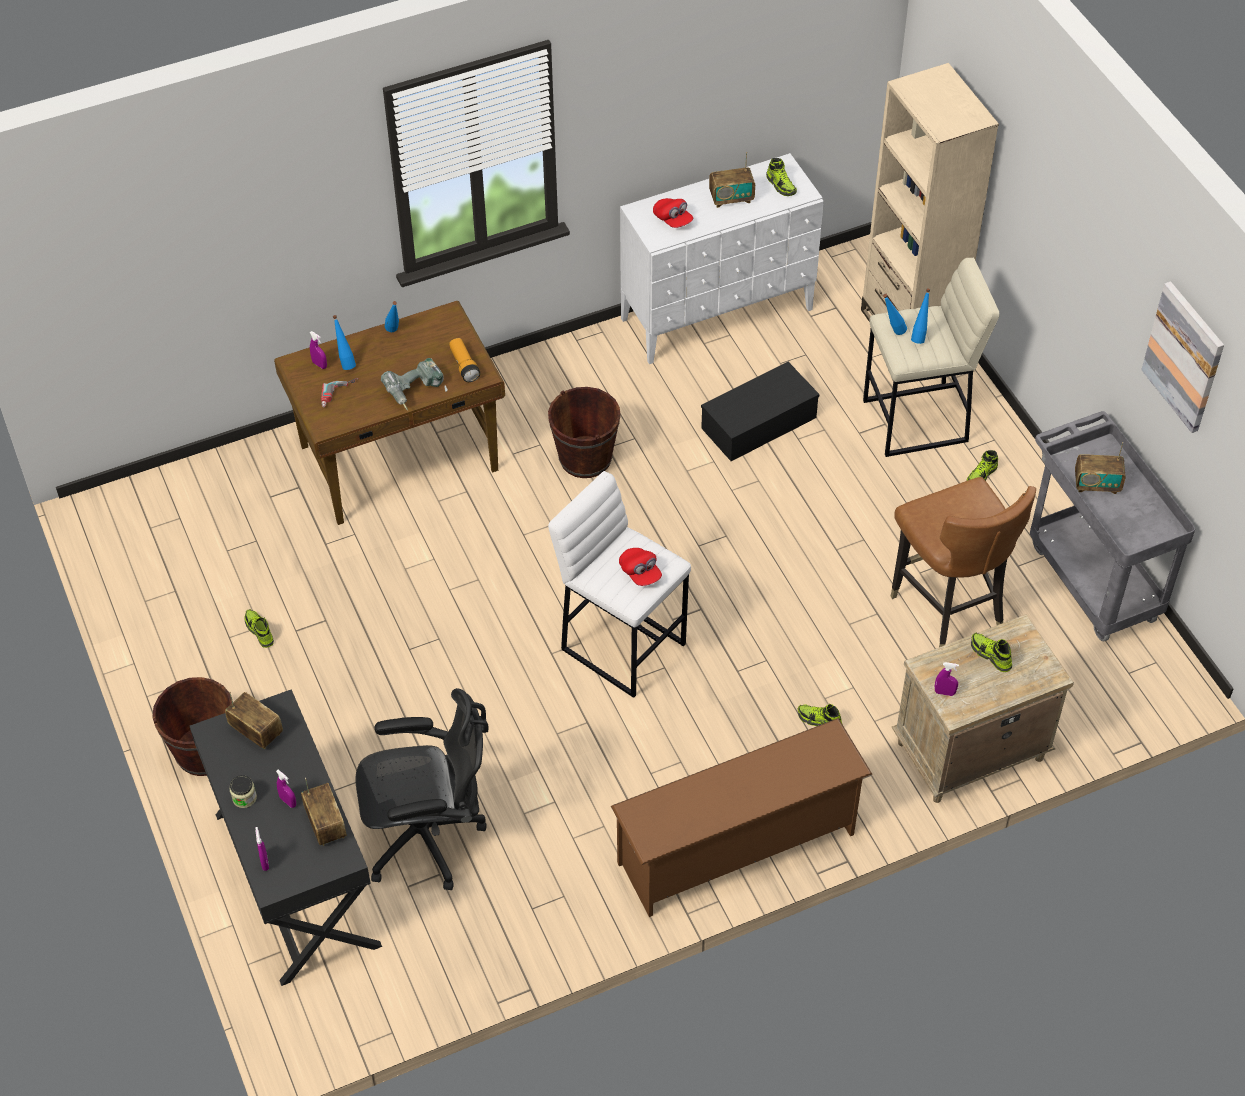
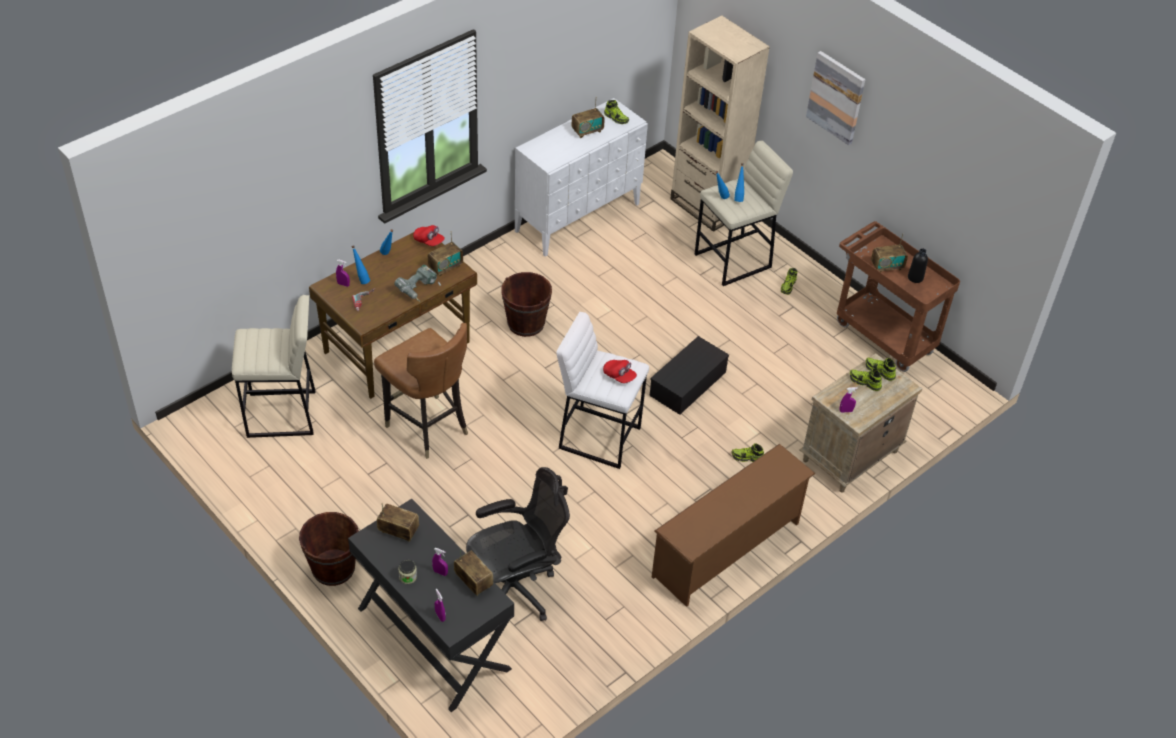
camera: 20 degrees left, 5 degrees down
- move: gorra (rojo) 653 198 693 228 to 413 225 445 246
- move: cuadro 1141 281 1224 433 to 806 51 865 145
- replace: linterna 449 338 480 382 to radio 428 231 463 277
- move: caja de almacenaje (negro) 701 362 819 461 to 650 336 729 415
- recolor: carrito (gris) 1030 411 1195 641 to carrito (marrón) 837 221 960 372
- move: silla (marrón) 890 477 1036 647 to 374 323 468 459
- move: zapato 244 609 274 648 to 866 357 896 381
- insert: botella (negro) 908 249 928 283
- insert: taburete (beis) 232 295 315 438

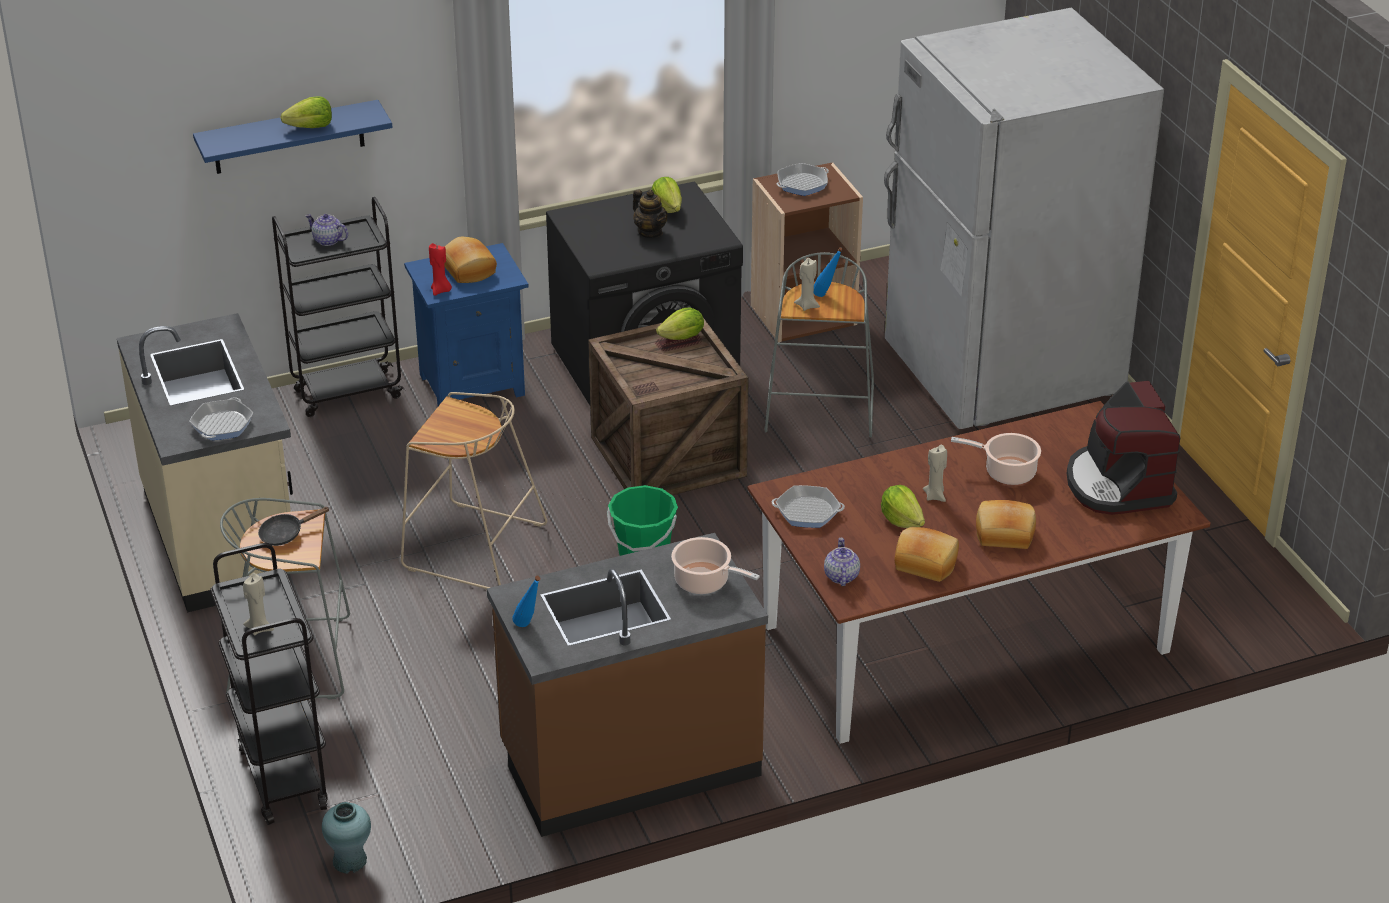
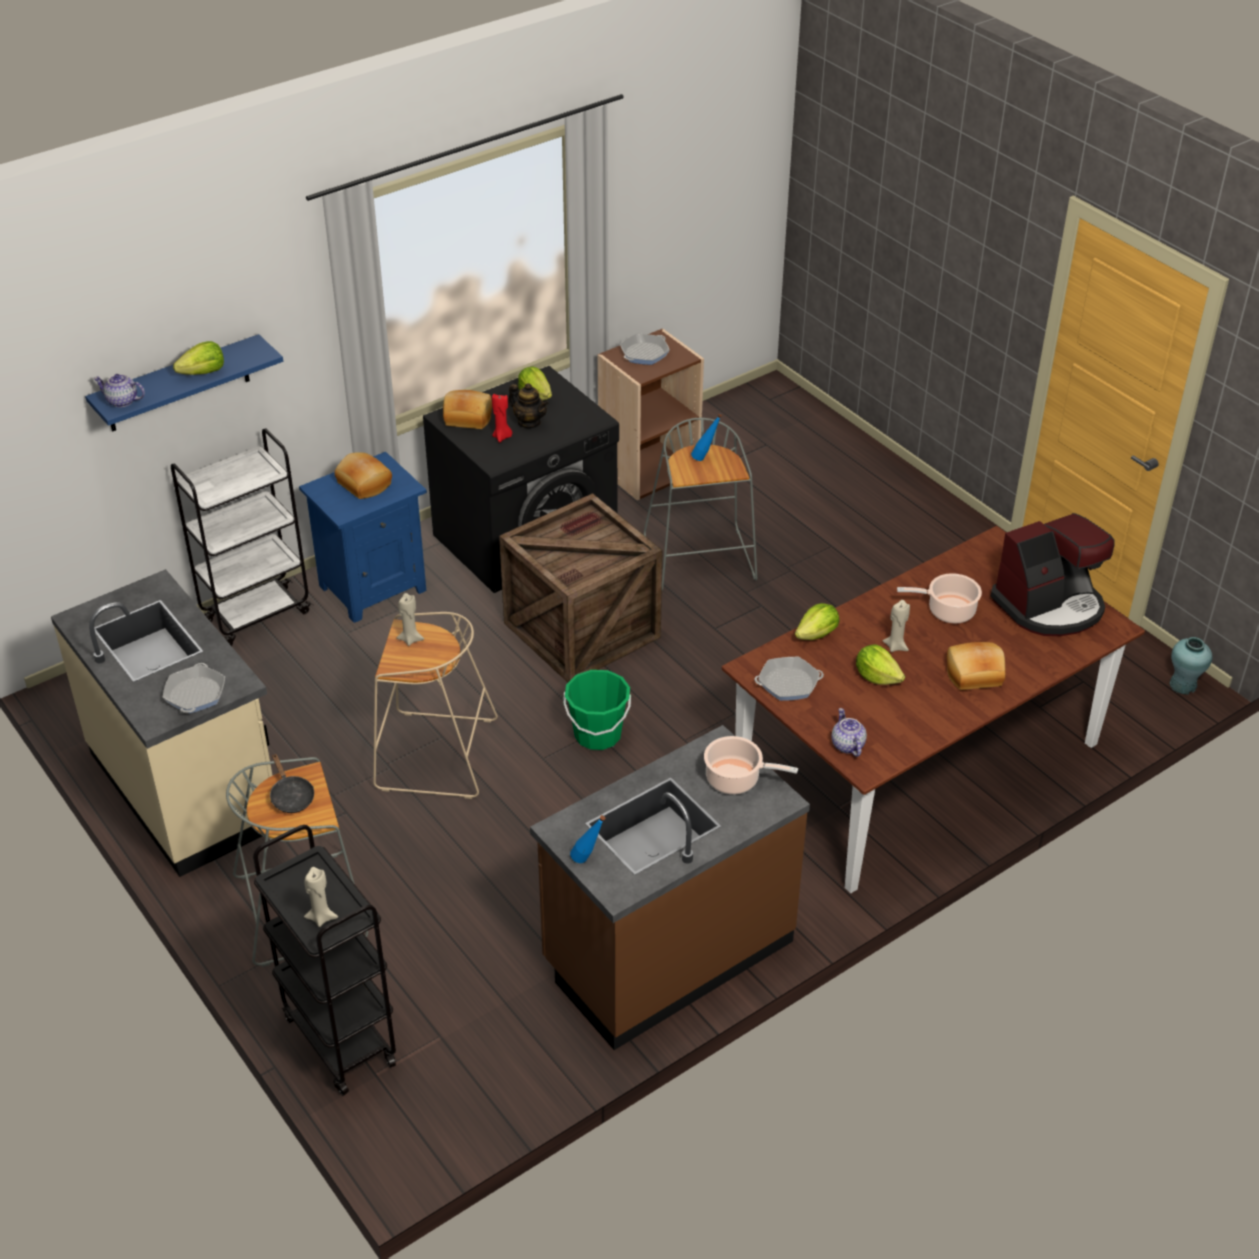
camera: 15 degrees left, 5 degrees up
- delete: nevera (blanco) 884 8 1164 429
- recolor: carrito (negro) 272 197 406 417 to carrito (blanco) 171 428 313 646
- move: tetera 305 214 348 246 to 93 374 145 407
- move: vela (rojo) 429 243 452 296 to 492 393 512 443
- move: vela (beis) 794 258 820 311 to 397 593 424 646
- move: lechuga 656 308 704 340 to 795 603 839 640
- rotate: cafetera 1067 381 1180 515 = 990 513 1114 636 90 degrees counterclockwise
- rotate: sartén (negro) 258 507 330 546 = 270 753 314 813 75 degrees counterclockwise
- move: pan 894 527 959 582 to 443 390 492 429
- move: florero (turquesa) 322 802 371 874 to 1170 637 1213 695

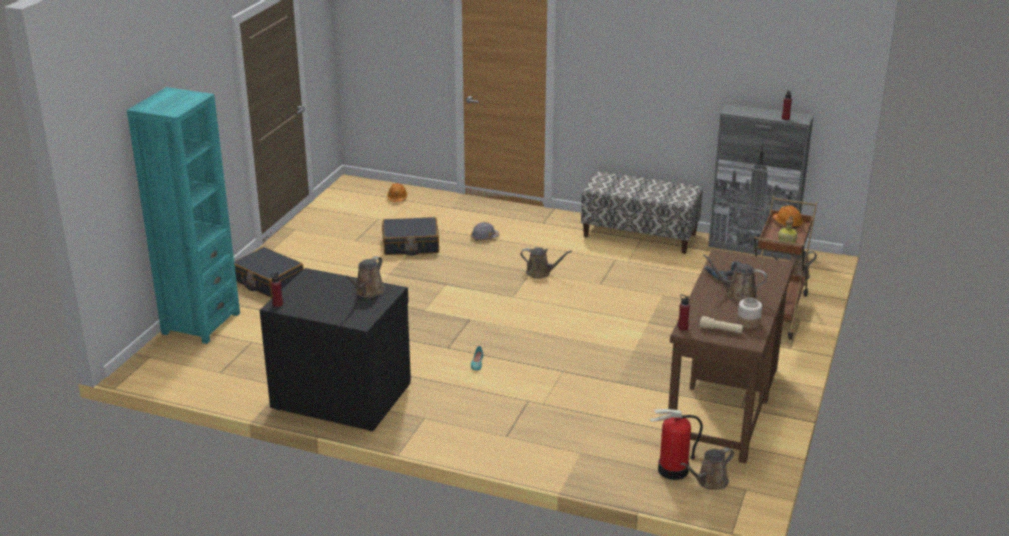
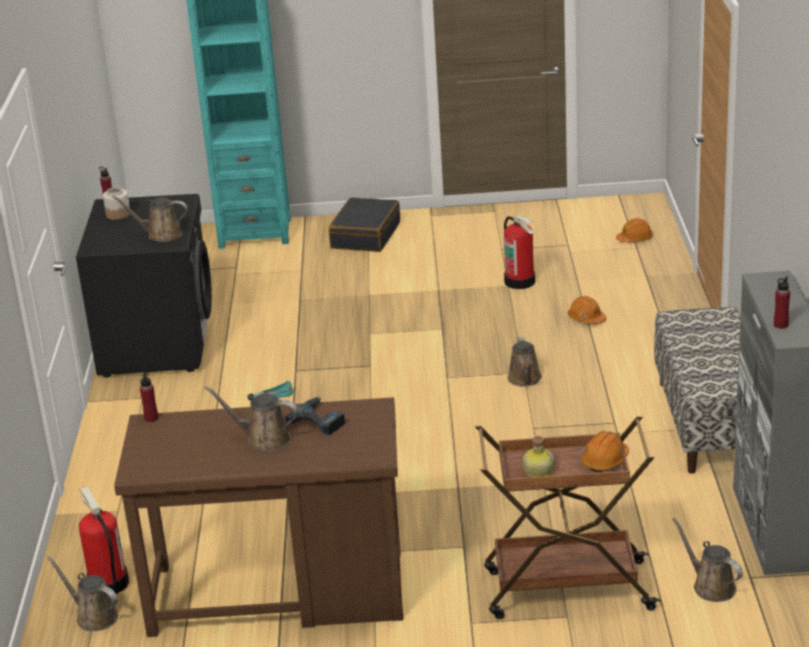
camera: 70 degrees right, 0 degrees up
- replace: maleta (negro) 382 217 439 256 to extintor 504 215 535 289
- recolor: casco (gris) 471 222 499 241 to casco (naranja) 568 296 606 325
- rotate: regadera (marrón) 703 254 767 302 = 204 386 298 452 75 degrees counterclockwise
- move: tarro 737 298 762 329 to 103 187 130 220
- delete: linterna (beis) 700 316 743 334

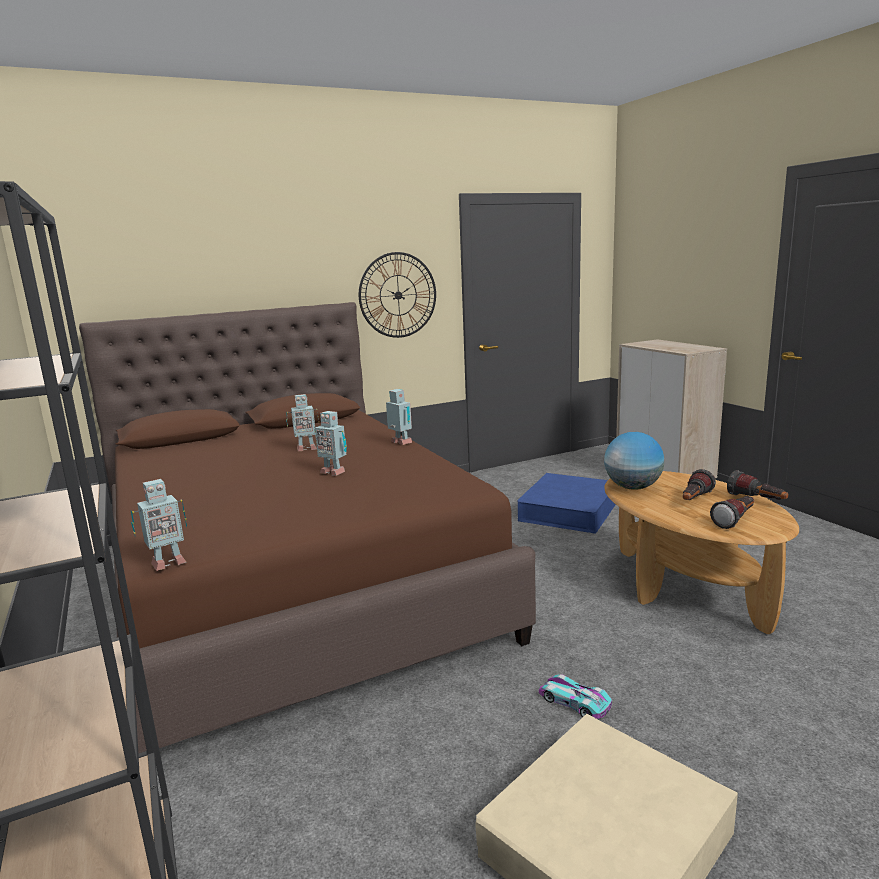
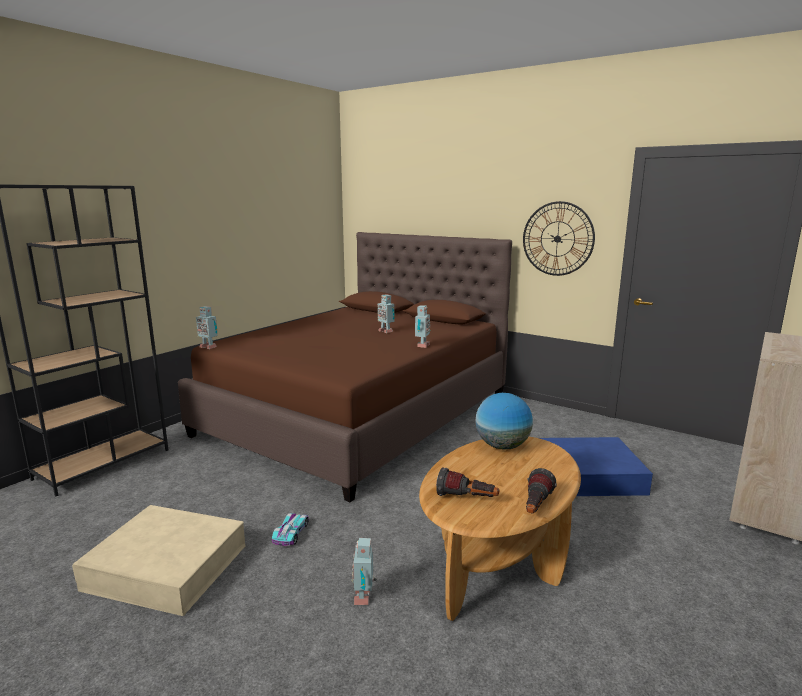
camera: 60 degrees right, 0 degrees up
- move: robot de juguete 315 411 347 476 to 351 538 376 605
- delete: linterna 683 469 716 500

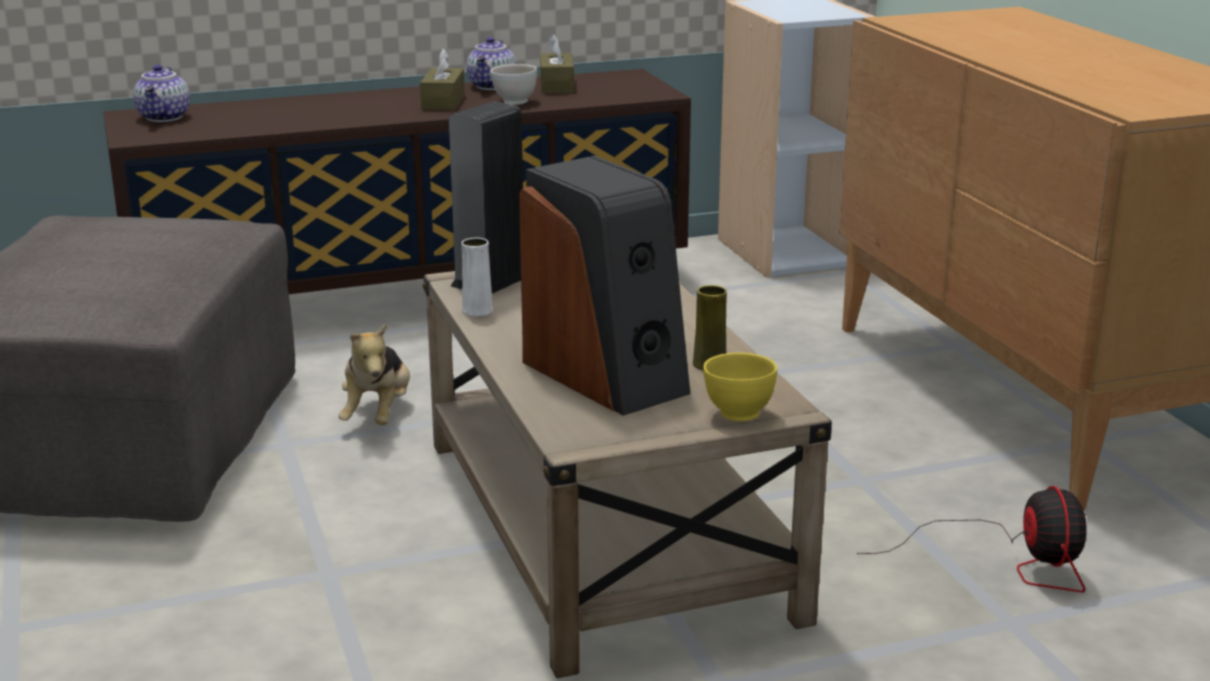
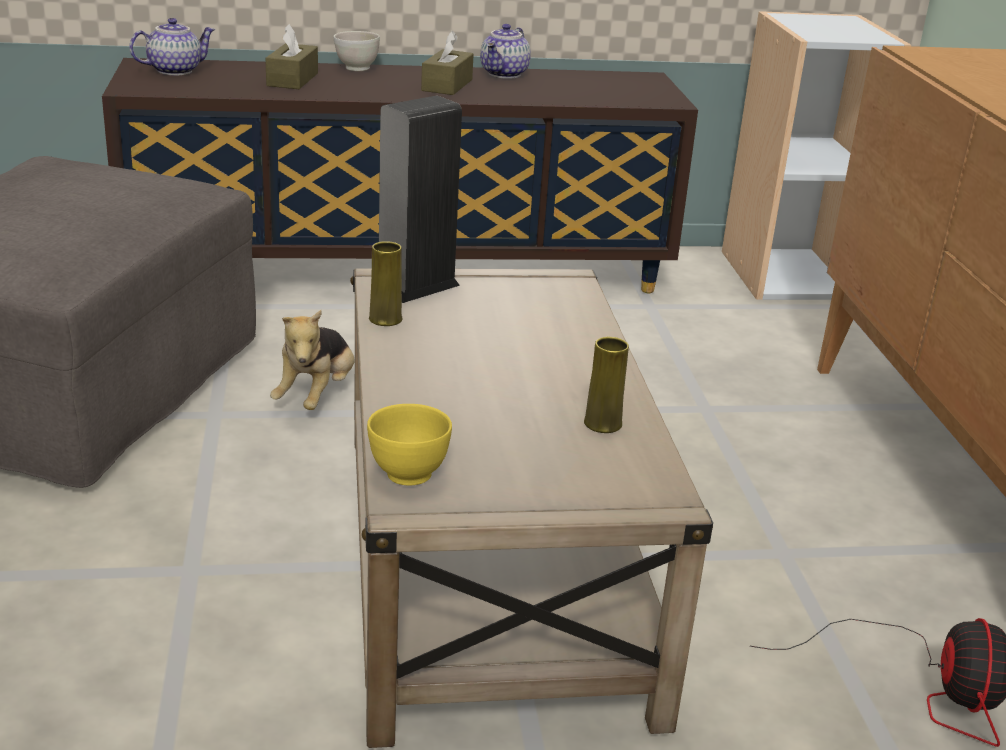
camera: 10 degrees right, 5 degrees up
- move: caja de pañuelos (marrón) 540 34 574 94 to 265 24 318 89
- rotate: tetera 133 64 190 122 = 129 18 216 75 135 degrees counterclockwise
- move: cuenco (blanco) 490 64 537 105 to 333 31 380 71
- delete: altavoz 519 155 690 416
- recolor: florero (blanco) 461 238 493 317 to florero (amarillo) 369 241 403 326
- move: cuenco (amarillo) 703 352 777 421 to 367 404 452 485

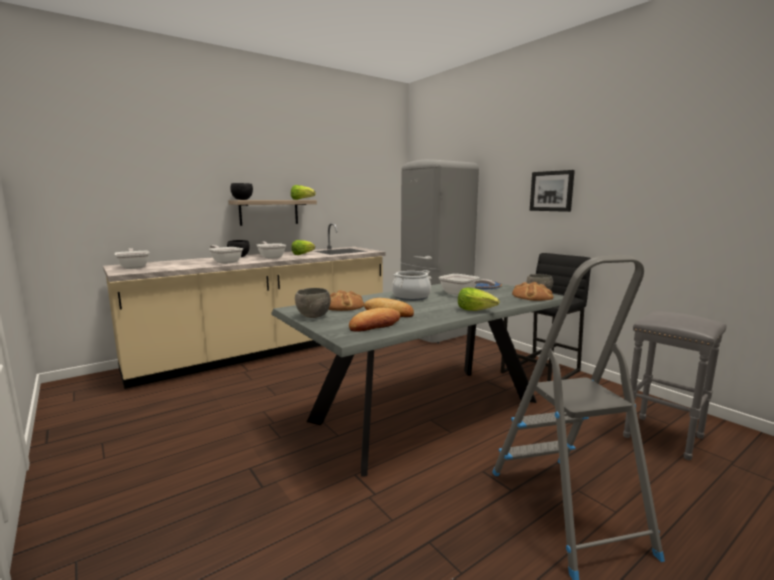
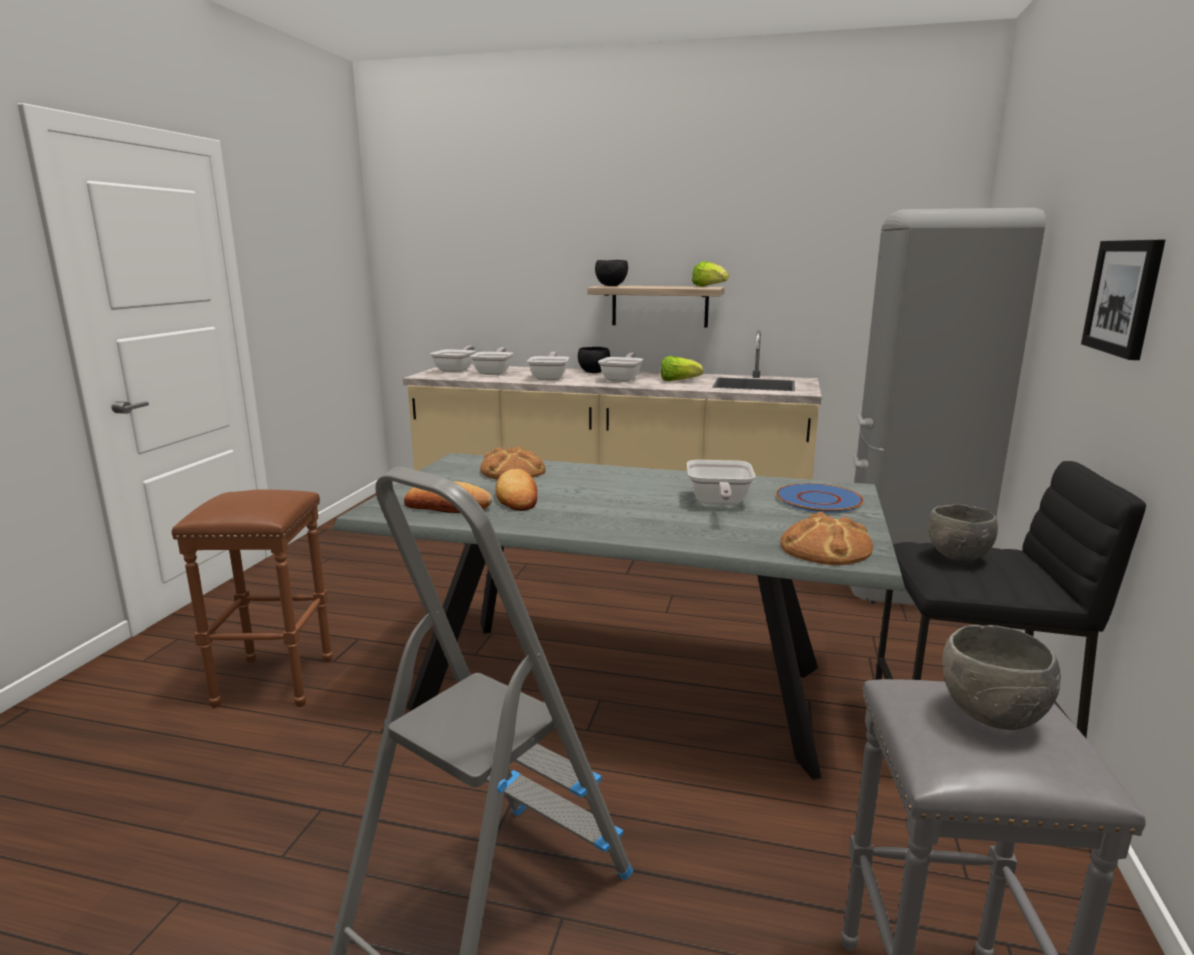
camera: 50 degrees right, 5 degrees up
- delete: olla 392 270 431 301
- delete: lechuga 458 287 499 311
- move: cuenco (gris) 295 288 331 318 to 942 625 1061 730
- insert: sartén 470 348 513 375
- insert: taburete (marrón) 172 489 333 708

